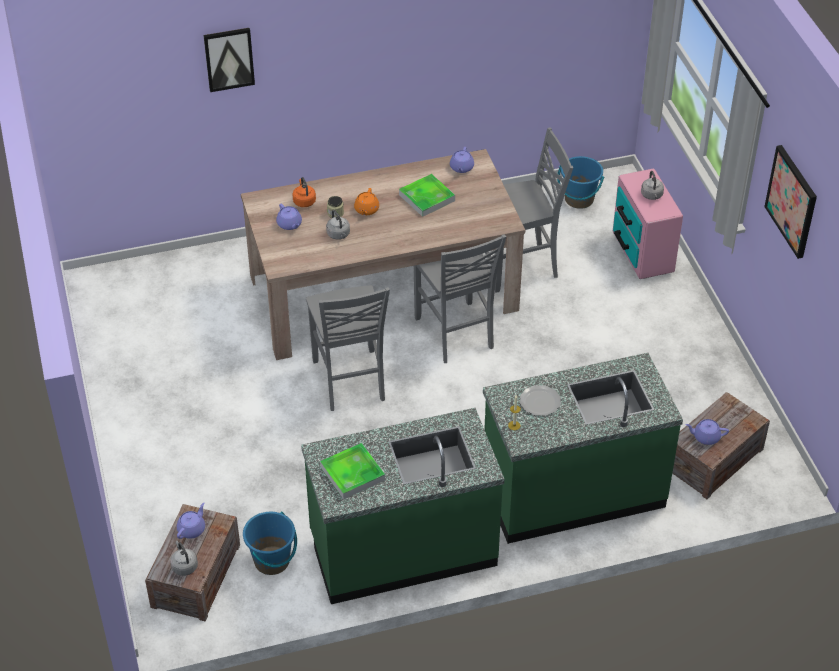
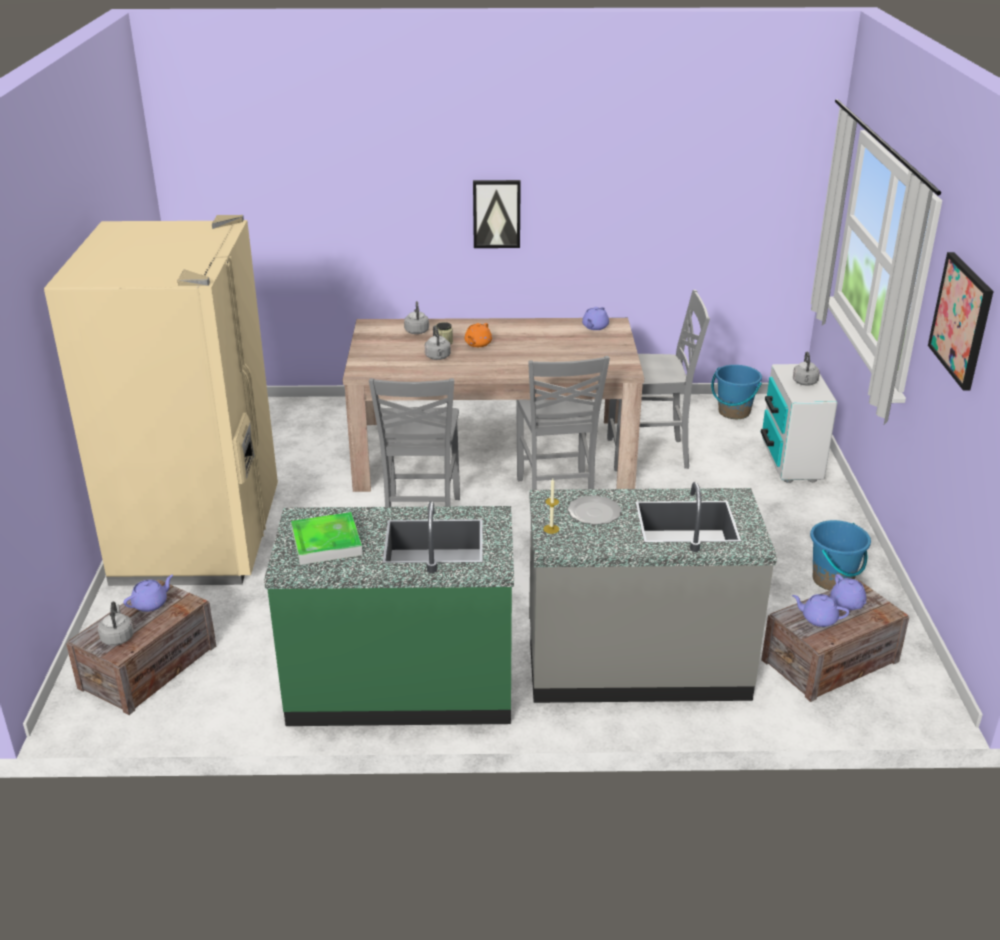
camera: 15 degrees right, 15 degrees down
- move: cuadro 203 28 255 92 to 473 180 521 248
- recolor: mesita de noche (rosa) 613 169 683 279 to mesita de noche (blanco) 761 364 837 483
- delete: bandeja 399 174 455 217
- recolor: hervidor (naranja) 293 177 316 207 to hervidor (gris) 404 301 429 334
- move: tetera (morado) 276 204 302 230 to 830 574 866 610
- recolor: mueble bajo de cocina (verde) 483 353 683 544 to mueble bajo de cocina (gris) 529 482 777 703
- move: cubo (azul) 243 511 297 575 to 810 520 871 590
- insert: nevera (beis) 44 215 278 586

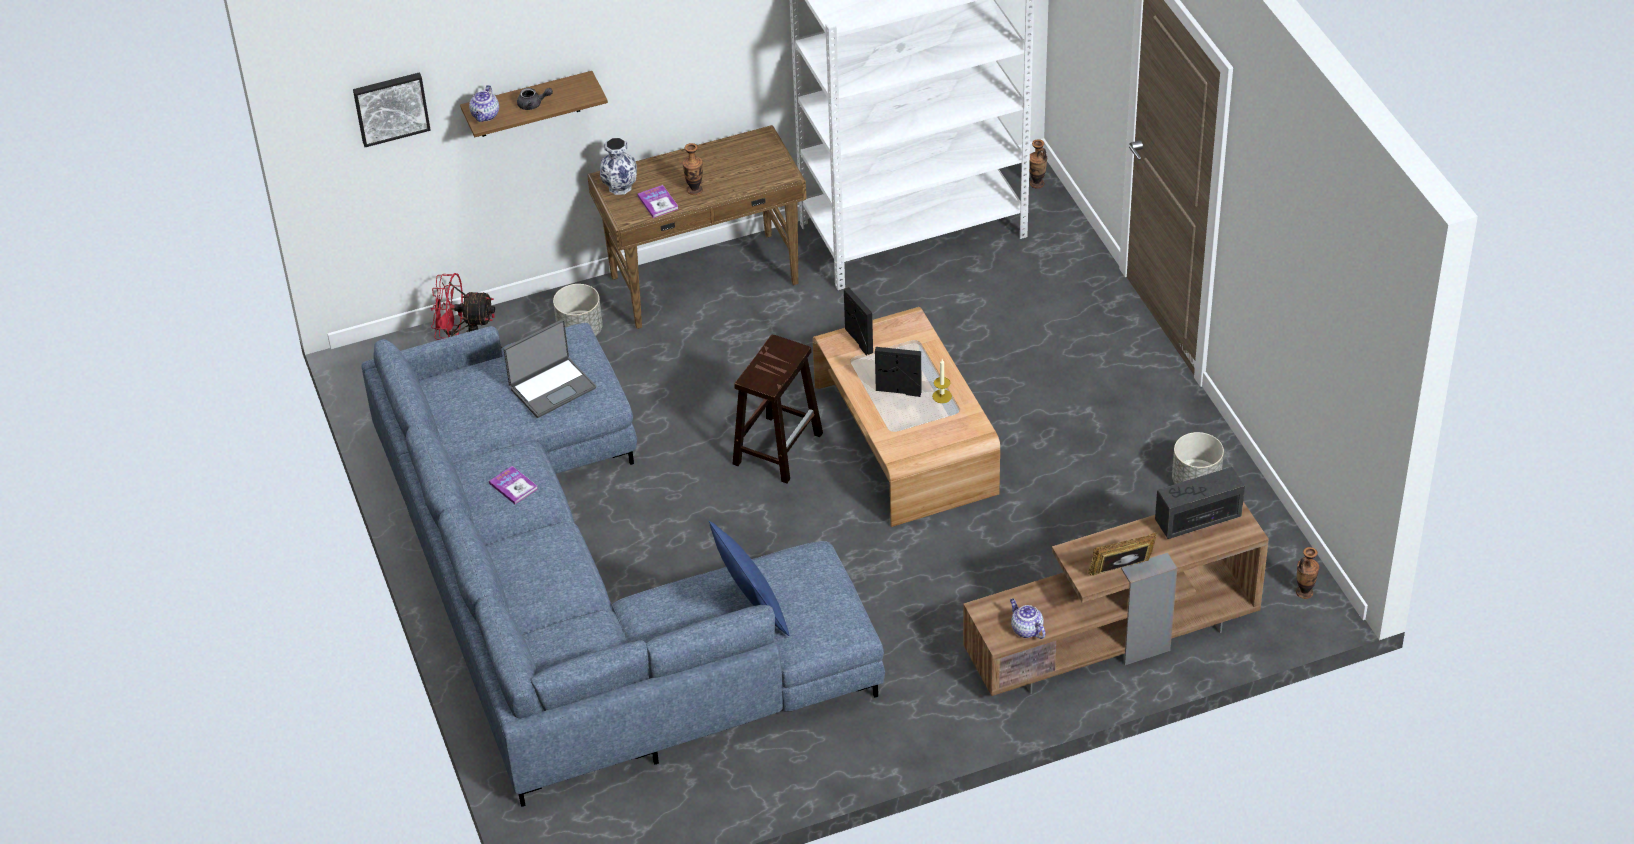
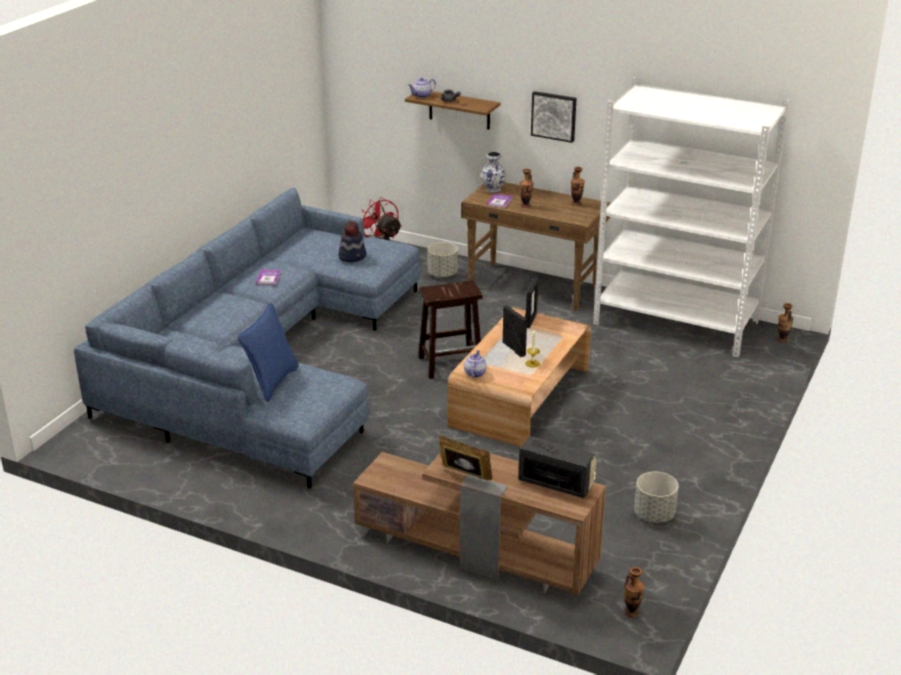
camera: 45 degrees right, 15 degrees down
- move: cuadro 353 72 430 147 to 531 91 577 143
- replace: portátil 504 319 596 418 to sombrero 338 221 366 262
- move: tetera 1010 599 1046 639 to 464 350 487 378
- insert: florero 571 167 585 206

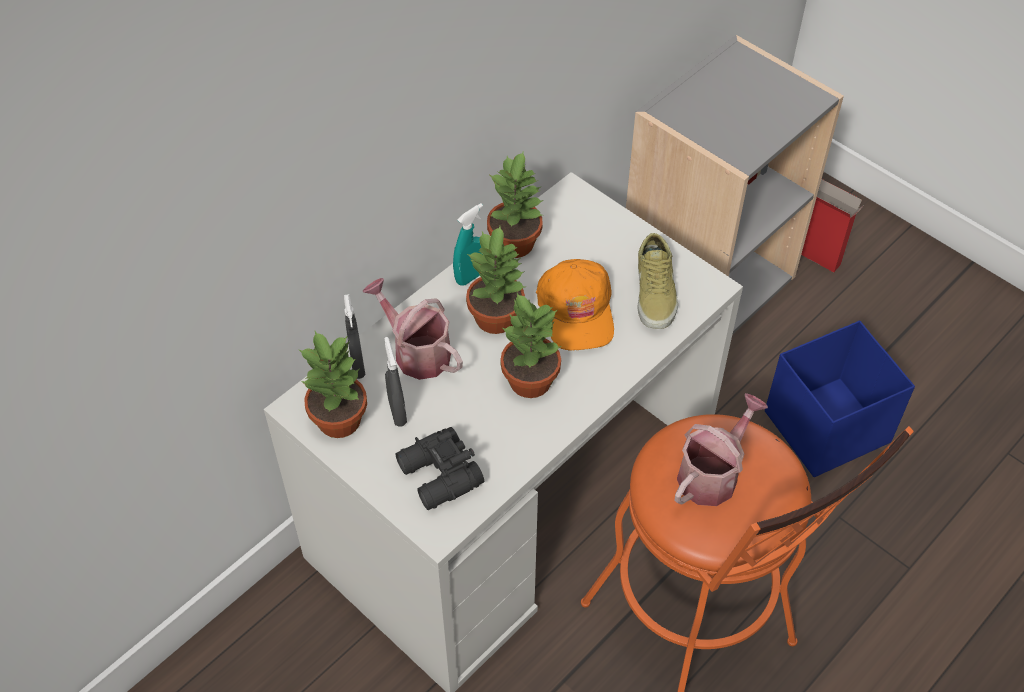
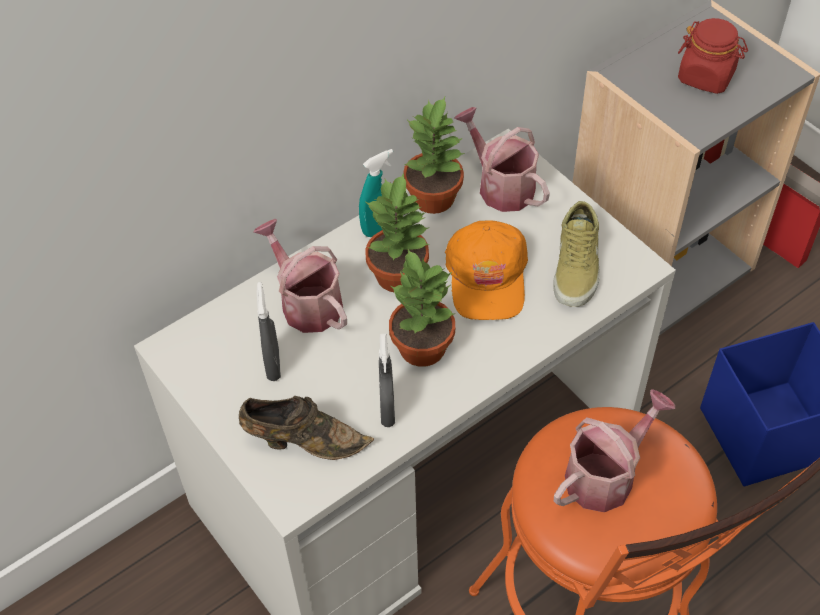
camera: 10 degrees right, 0 degrees up
- move: pulverizador (gris) 344 294 365 379 to 379 334 395 427
- delete: planta en maceta 298 331 367 438
- replace: prismáticos (negro) 396 427 484 510 to zapato (marrón) 239 396 374 460
- insert: tarro (rojo) 678 18 748 94
- insert: regadera 454 107 550 212

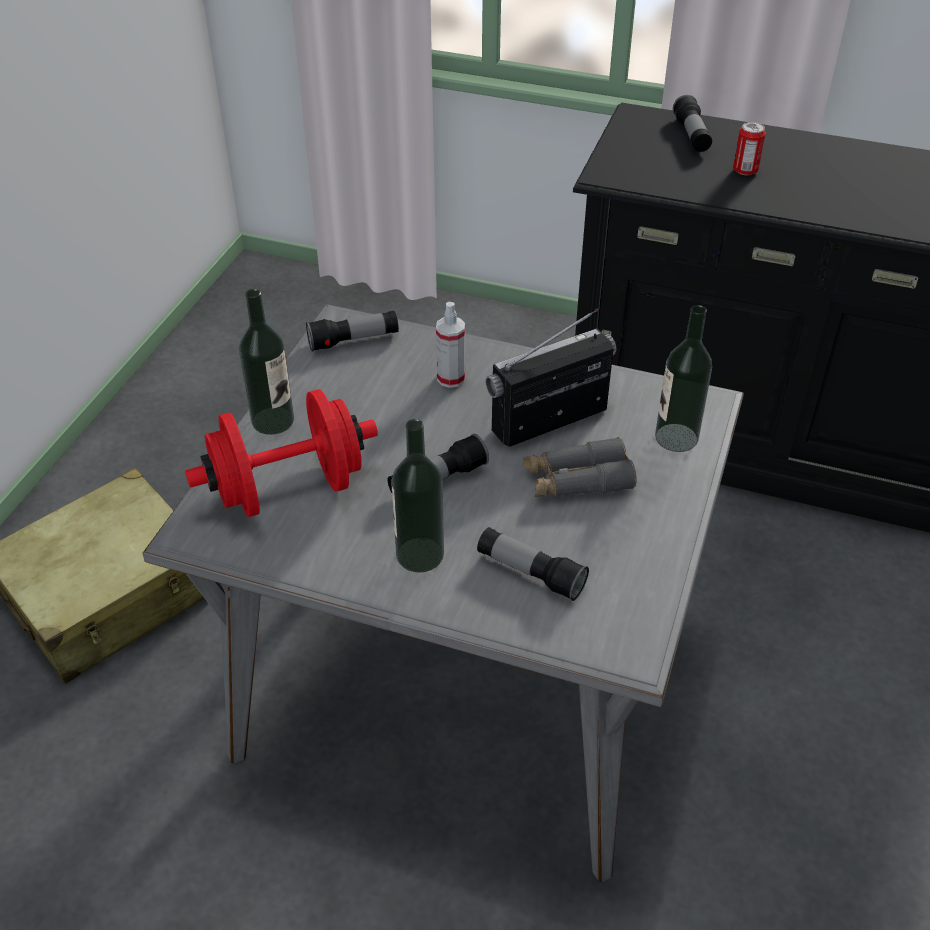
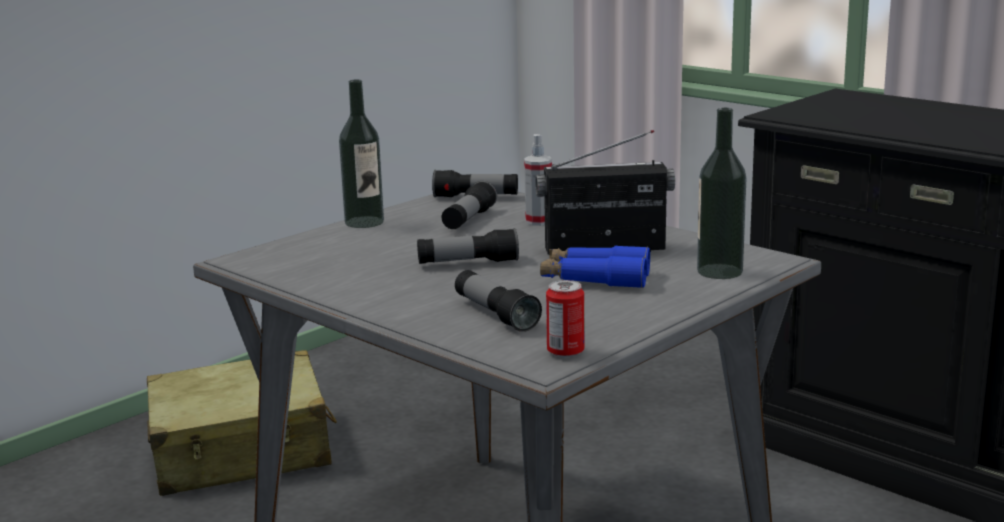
camera: 25 degrees right, 25 degrees down
- move: linterna 673 95 712 152 to 442 181 497 229
- move: lata 733 122 766 175 to 546 280 585 358
- delete: mancuerna (rojo) 185 389 378 517
- delete: botella 391 419 444 573
- recolor: prismáticos (gris) 523 437 637 497 to prismáticos (azul) 540 245 650 288

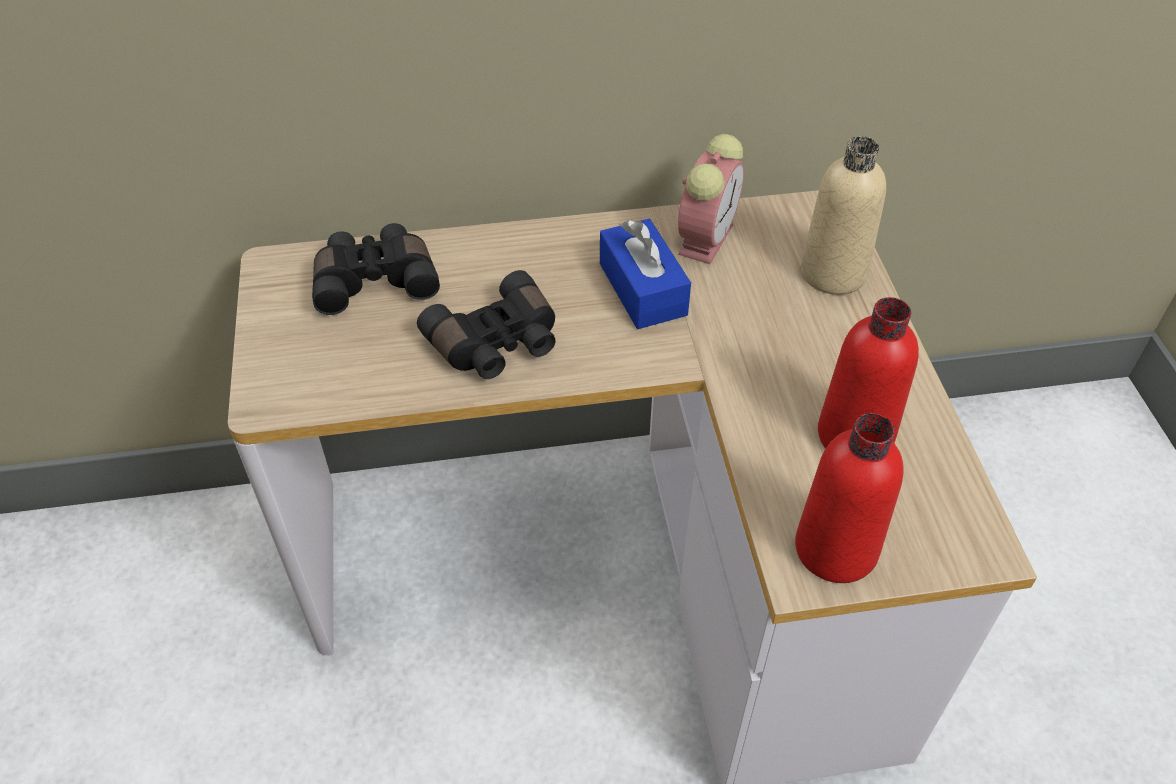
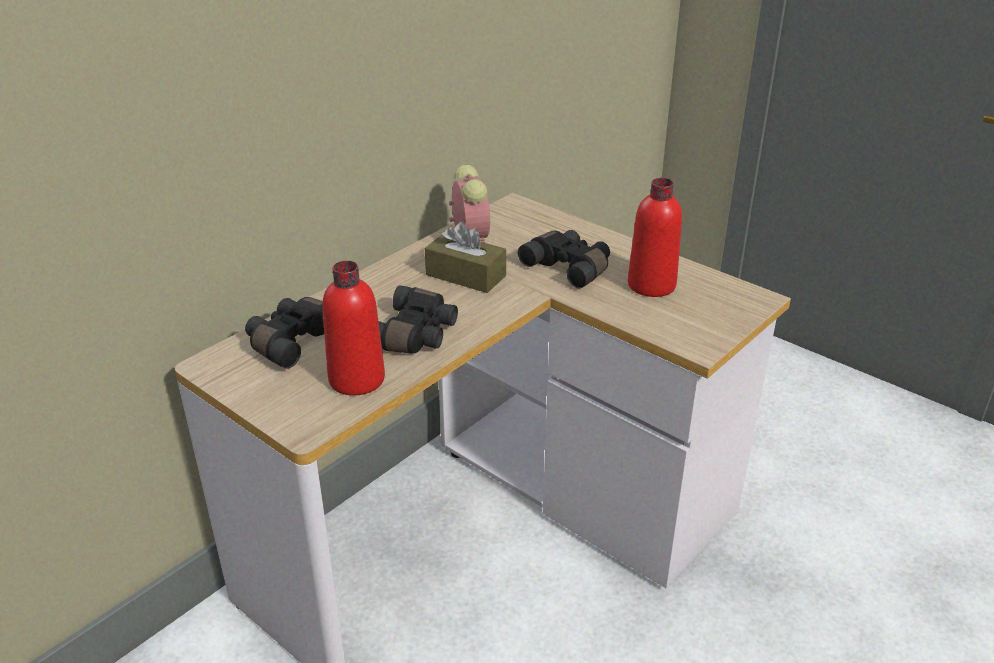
camera: 40 degrees left, 15 degrees down
- delete: botella (beis) 801 136 886 295
- recolor: caja de pañuelos (azul) 600 219 691 329 to caja de pañuelos (marrón) 425 222 506 293
- move: botella (rojo) 795 413 903 583 to 322 261 385 396
- insert: prismáticos (negro) 518 230 610 288

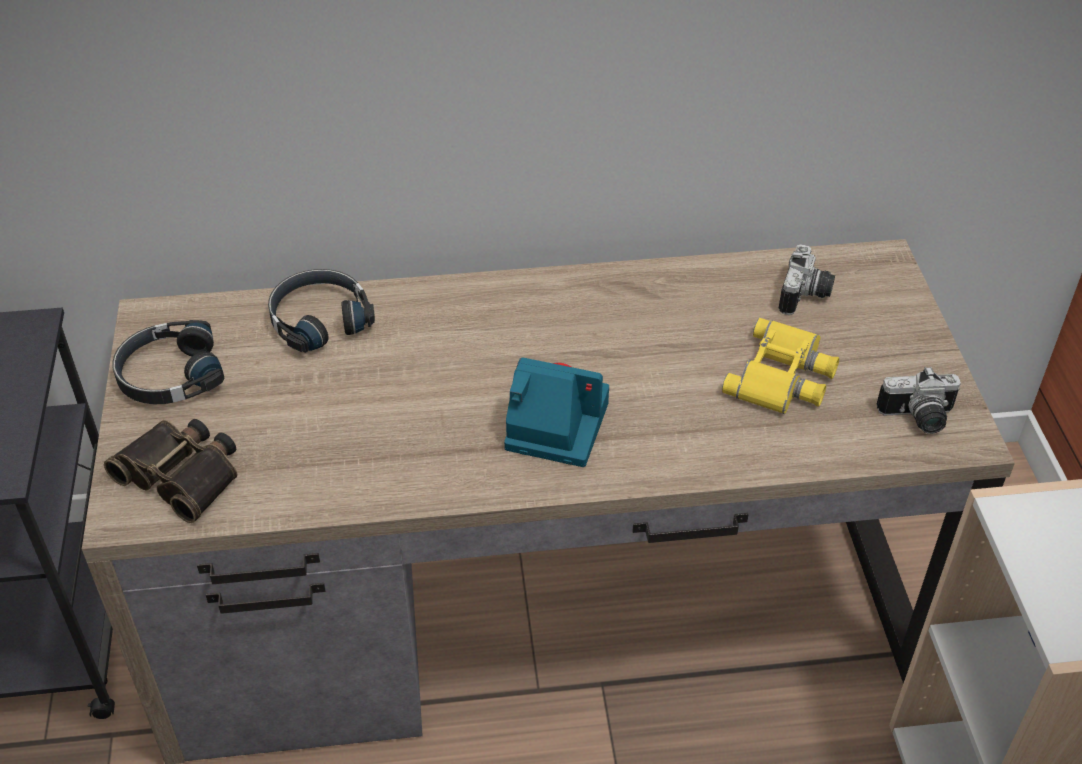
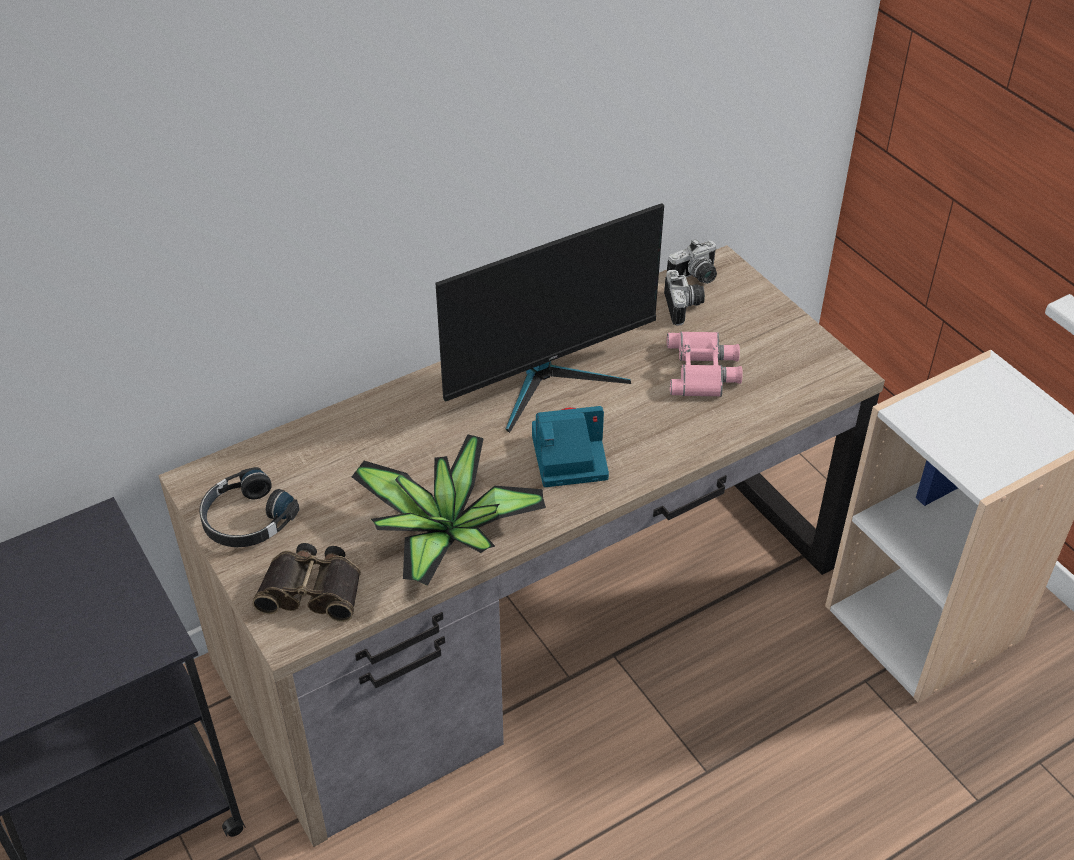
camera: 25 degrees left, 0 degrees up
- delete: auriculares (negro) 268 269 375 353
- recolor: prismáticos (amarillo) 722 318 839 414 to prismáticos (rosa) 667 332 742 397
- move: cámara 877 366 961 434 to 667 239 717 284
- insert: monitor 435 203 664 433
- insert: planta en maceta 352 435 546 586

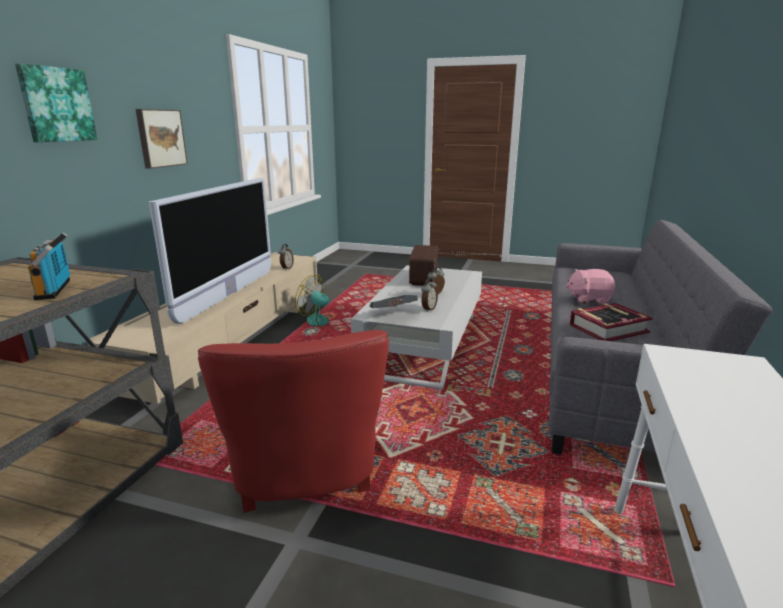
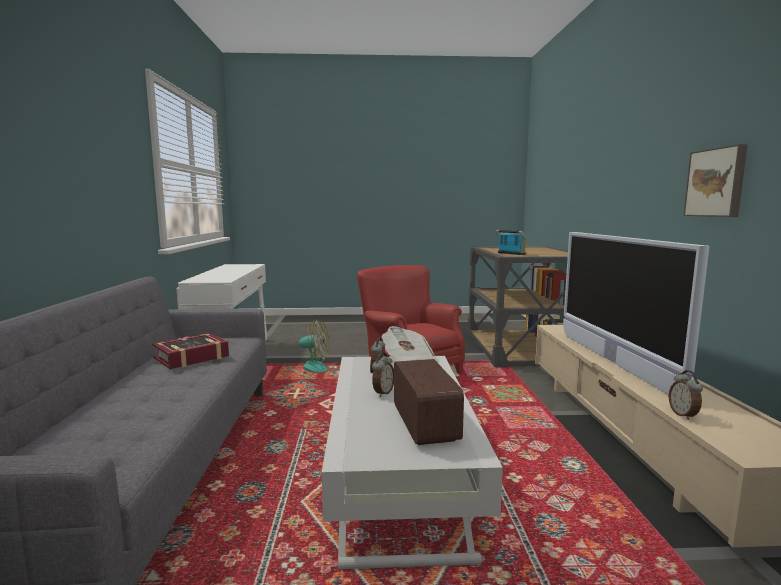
camera: 160 degrees right, 10 degrees down
- delete: cuadro 15 63 97 142
- delete: peluche (rosa) 566 269 616 304
- move: ventilador 295 275 339 329 to 290 319 330 374

